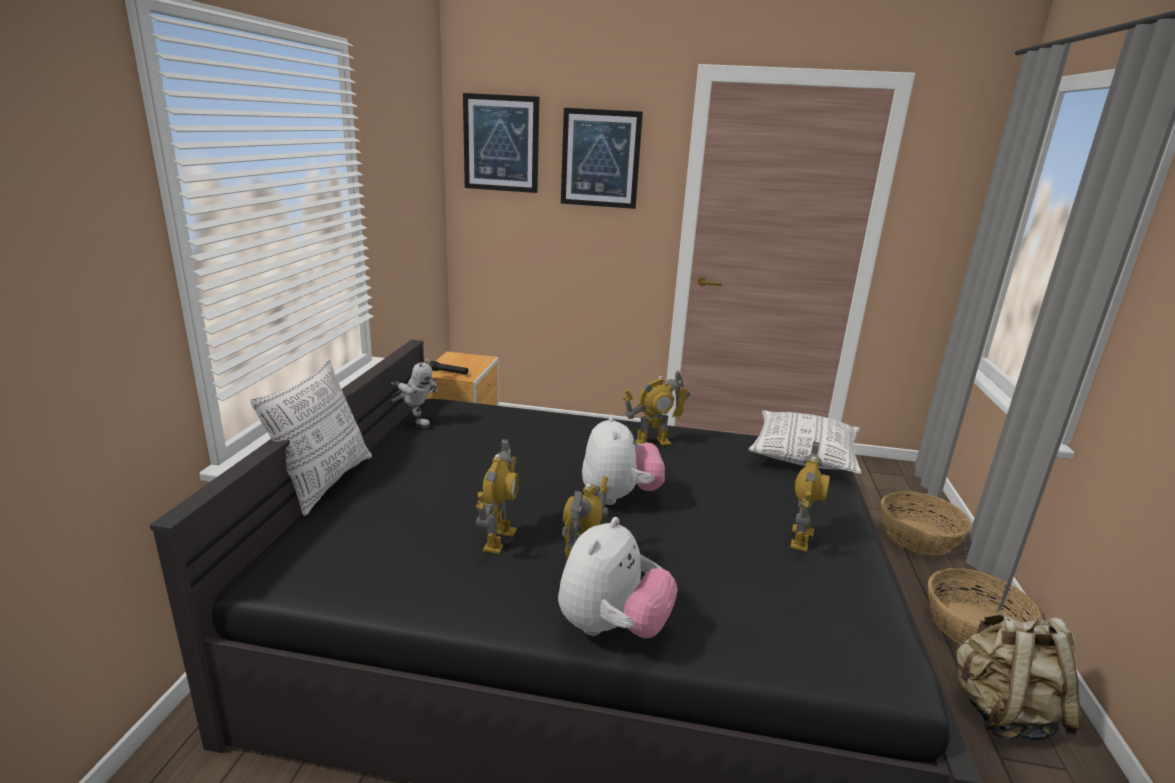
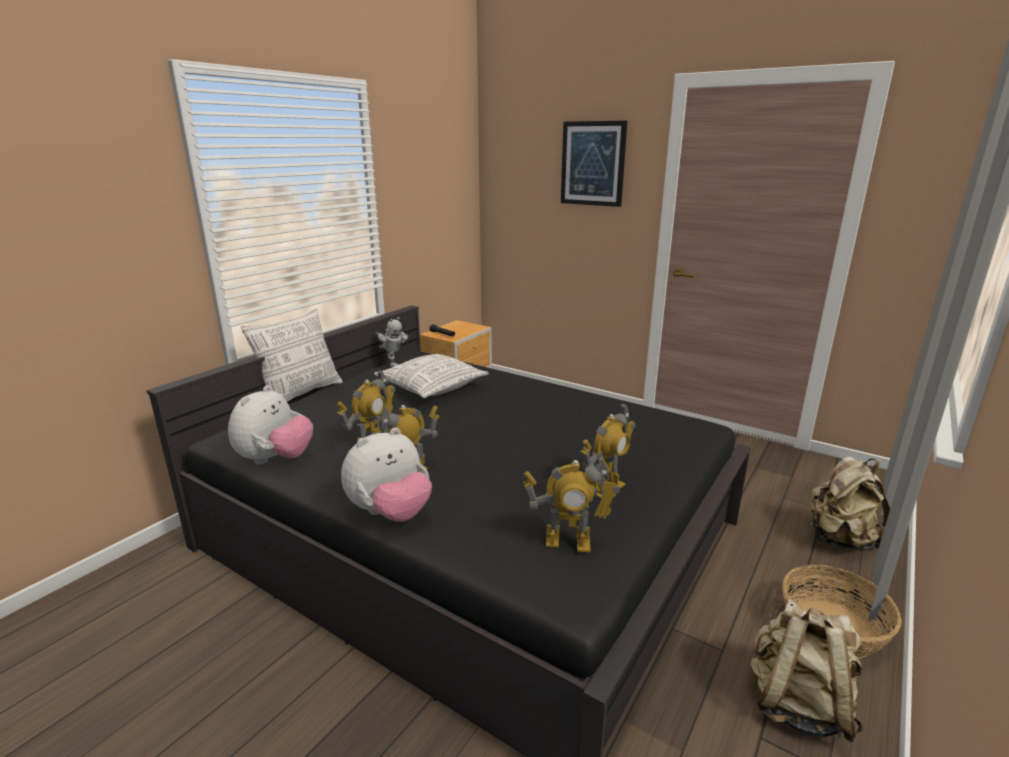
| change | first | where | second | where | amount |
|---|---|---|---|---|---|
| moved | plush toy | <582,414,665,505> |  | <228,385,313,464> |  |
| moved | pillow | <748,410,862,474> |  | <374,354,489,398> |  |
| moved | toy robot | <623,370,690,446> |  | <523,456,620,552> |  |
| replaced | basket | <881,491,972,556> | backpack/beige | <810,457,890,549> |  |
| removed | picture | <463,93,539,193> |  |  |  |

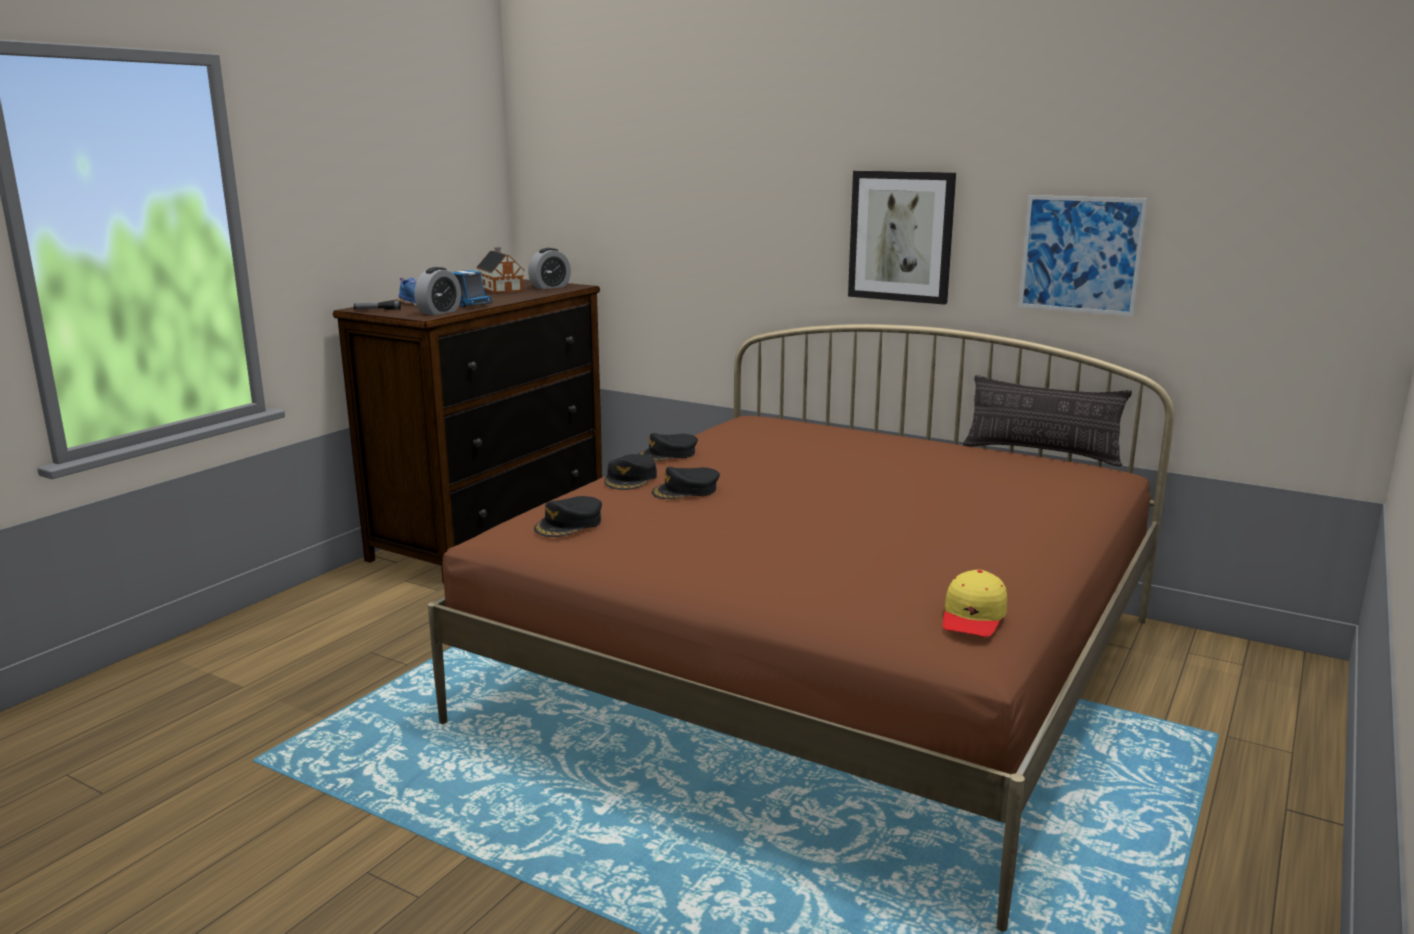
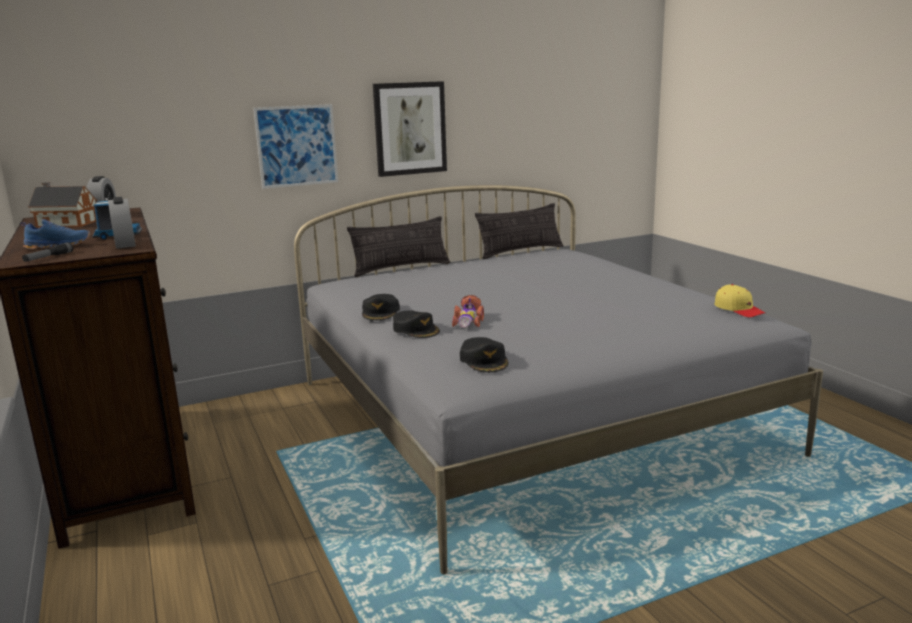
| change | first | where | second | where | amount |
|---|---|---|---|---|---|
| moved | picture | <1019,195,1148,316> |  | <253,104,338,189> |  |
| recoloured | bed/brown | <428,324,1174,932> | bed/grey | <294,185,823,574> |  |
| added |  |  | pillow | <347,216,450,277> |  |
| replaced | cap/black | <652,467,720,499> | toy car | <452,295,484,328> |  |

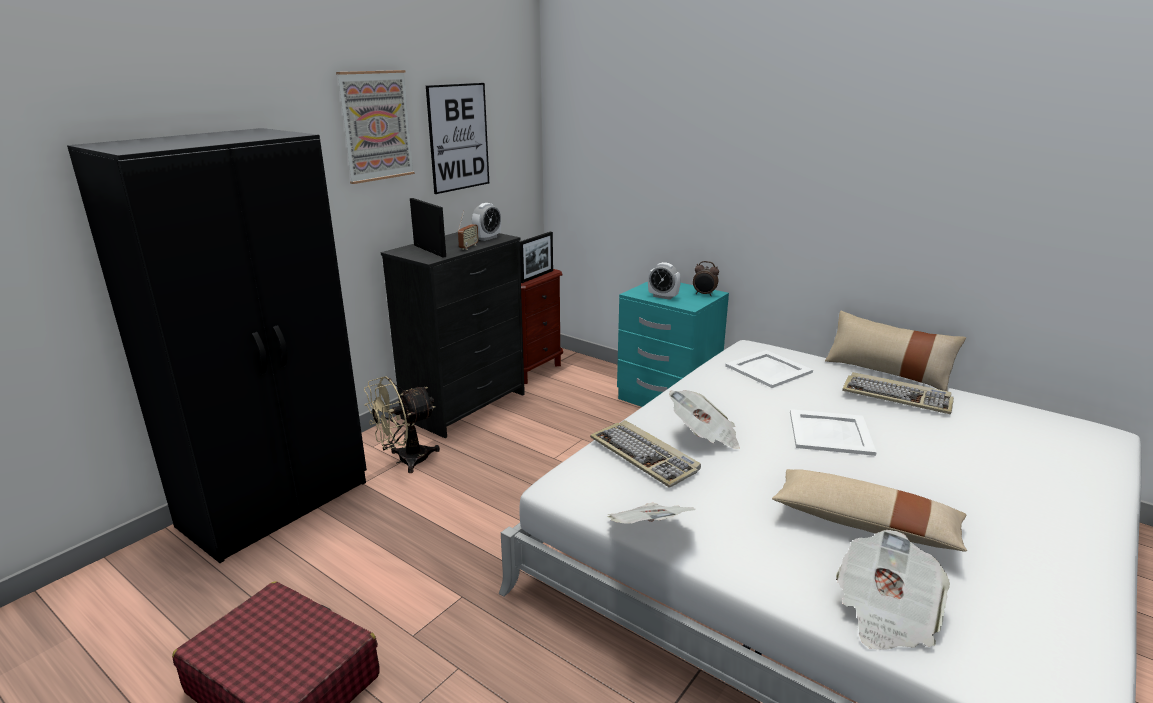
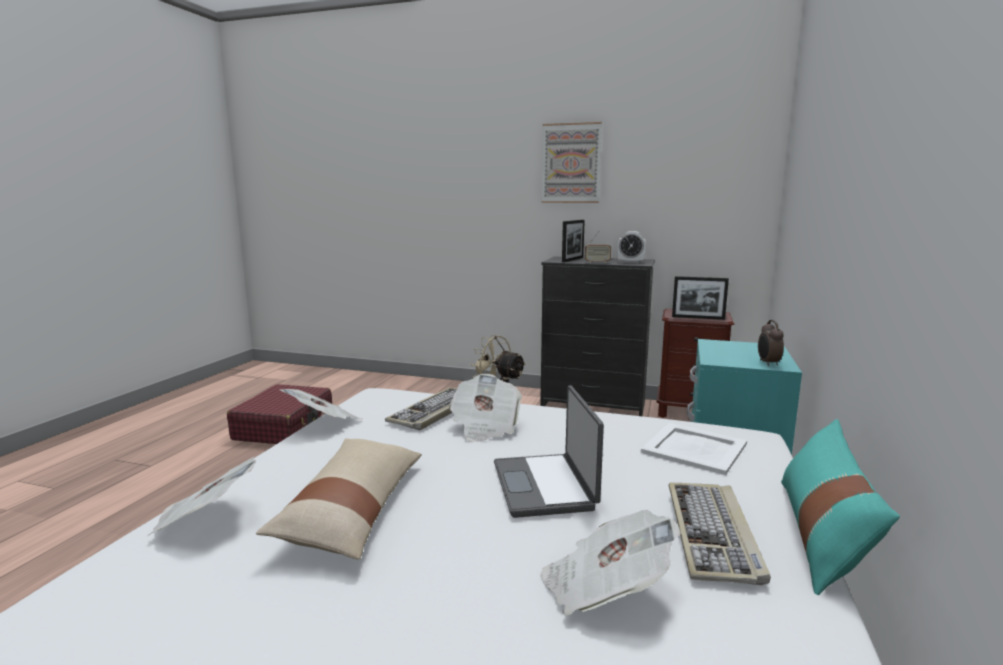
| change | first | where | second | where | amount |
|---|---|---|---|---|---|
| replaced | tray/white | <790,409,877,456> | laptop | <494,385,604,518> |  |
| added |  |  | newspaper | <540,510,681,616> |  |
| recoloured | pillow/beige | <825,310,966,391> | pillow/turquoise | <781,419,900,595> |  |
| removed | wardrobe/black | <67,128,367,563> |  |  |  |
| removed | picture | <426,83,489,194> |  |  |  |
| removed | alarm clock | <648,262,681,300> |  |  |  |

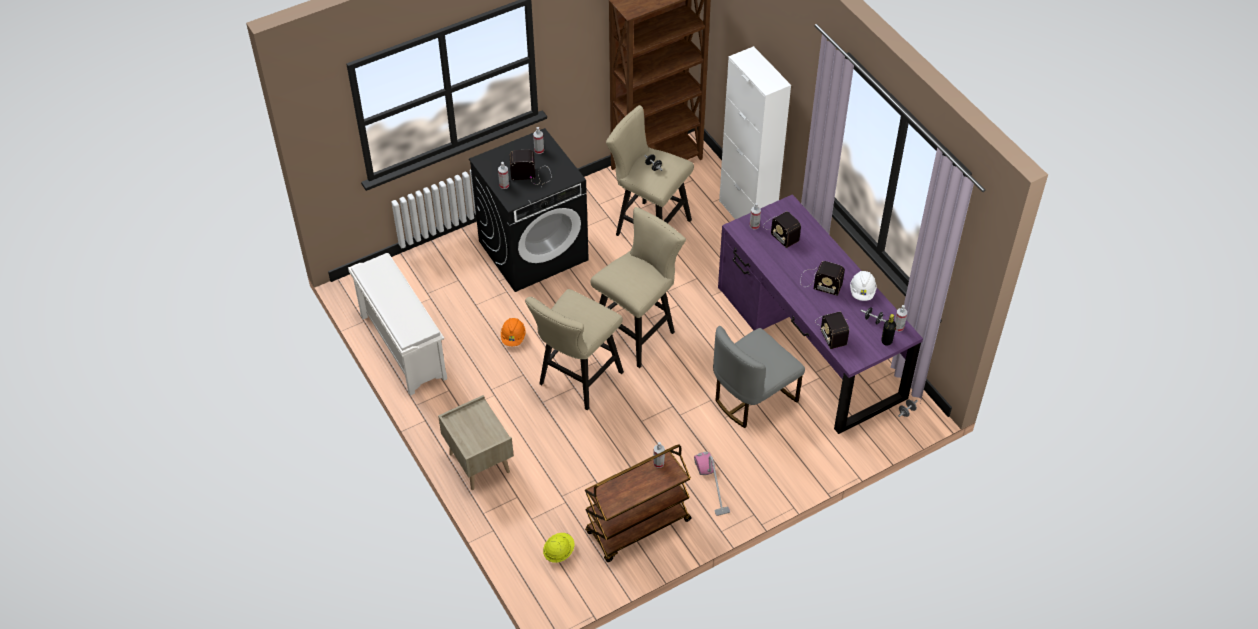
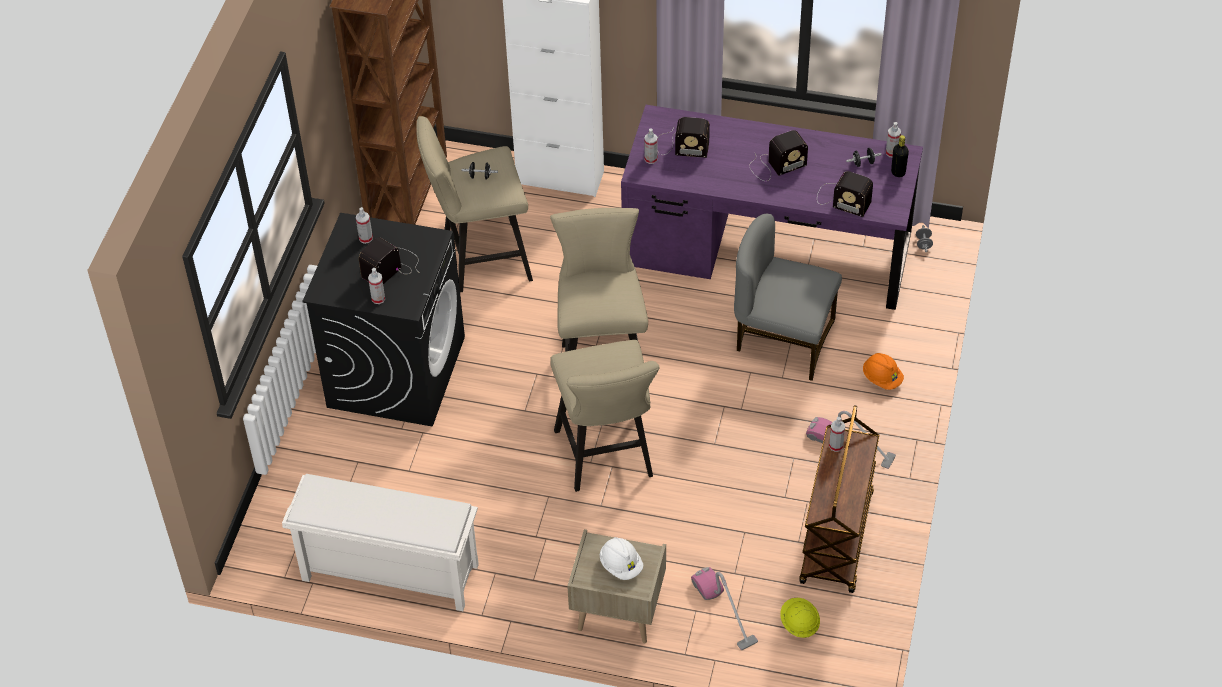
| change | first | where | second | where | amount |
|---|---|---|---|---|---|
| moved | hard hat/white | <850,271,877,301> |  | <600,537,643,580> |  |
| added |  |  | vacuum cleaner | <691,567,758,650> |  |
| turned | chair/grey | <713,326,805,428> |  | <734,214,842,381> | 105 degrees clockwise |
| moved | hard hat/orange | <501,318,526,346> |  | <863,353,904,390> |  |

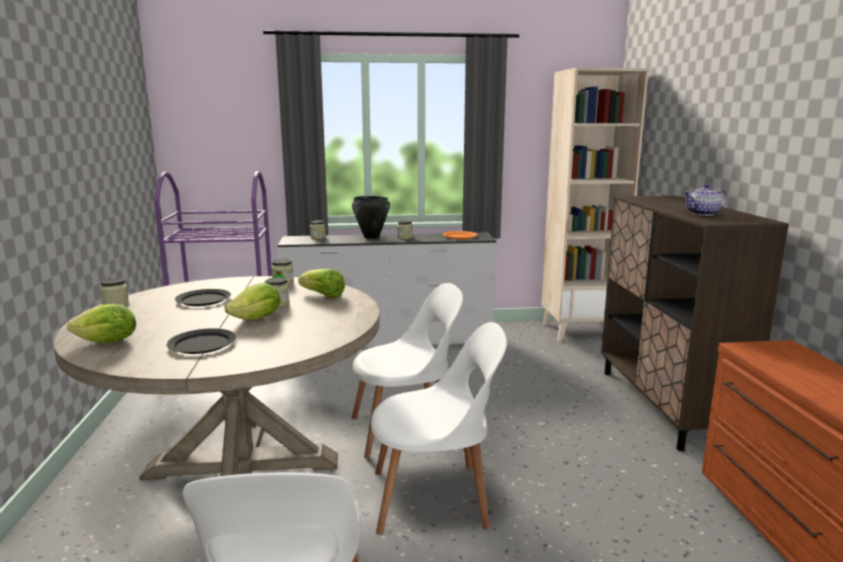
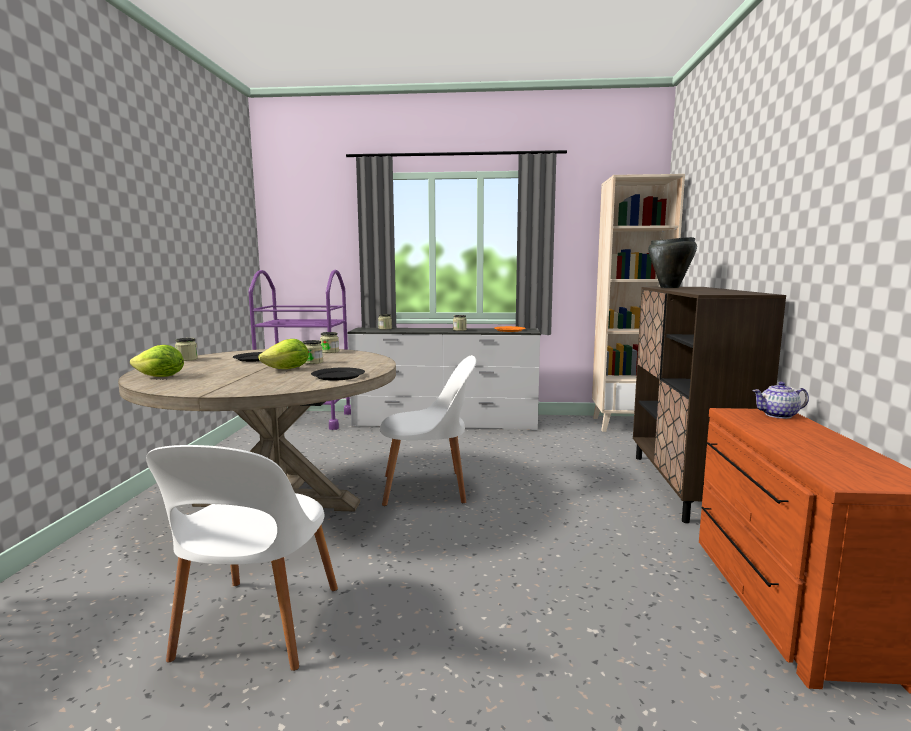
| change | first | where | second | where | amount |
|---|---|---|---|---|---|
| moved | plate/black | <167,328,236,354> |  | <311,367,365,381> |  |
| moved | cooking pot/black | <352,196,390,239> |  | <648,237,697,288> |  |
| moved | teapot | <683,184,727,216> |  | <752,382,809,419> |  |
| removed | lettuce | <298,269,345,298> |  |  |  |
| removed | chair/white | <371,322,507,535> |  |  |  |

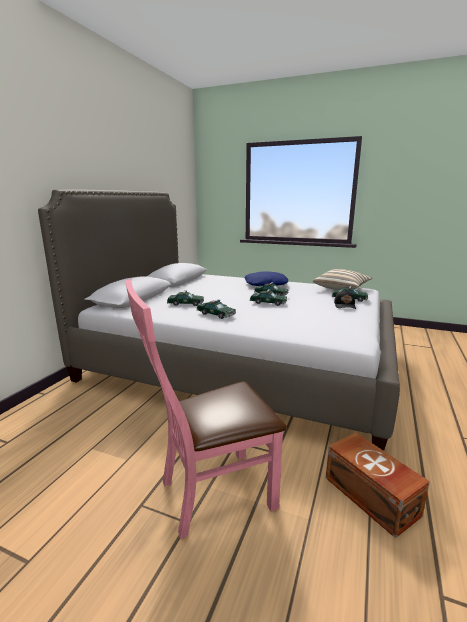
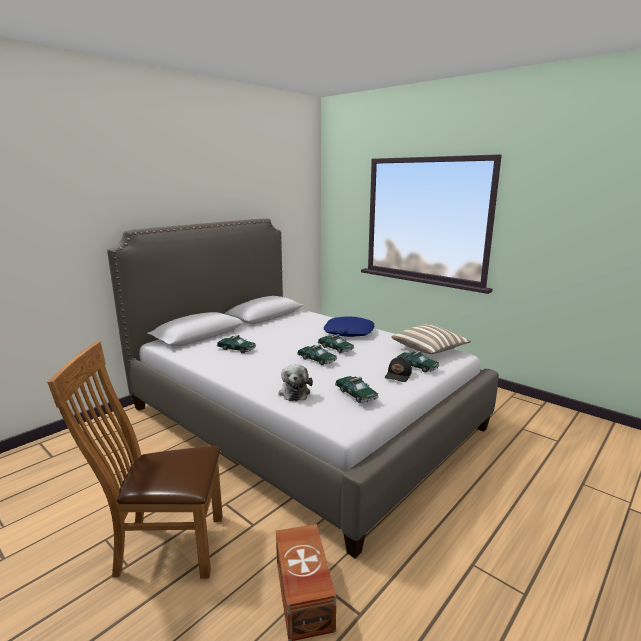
| change | first | where | second | where | amount |
|---|---|---|---|---|---|
| recoloured | chair/pink | <125,279,287,539> | chair/brown | <47,342,223,579> |  |
| added |  |  | plush toy | <279,364,313,401> |  |
| moved | toy car | <197,300,236,319> |  | <335,376,379,403> |  |

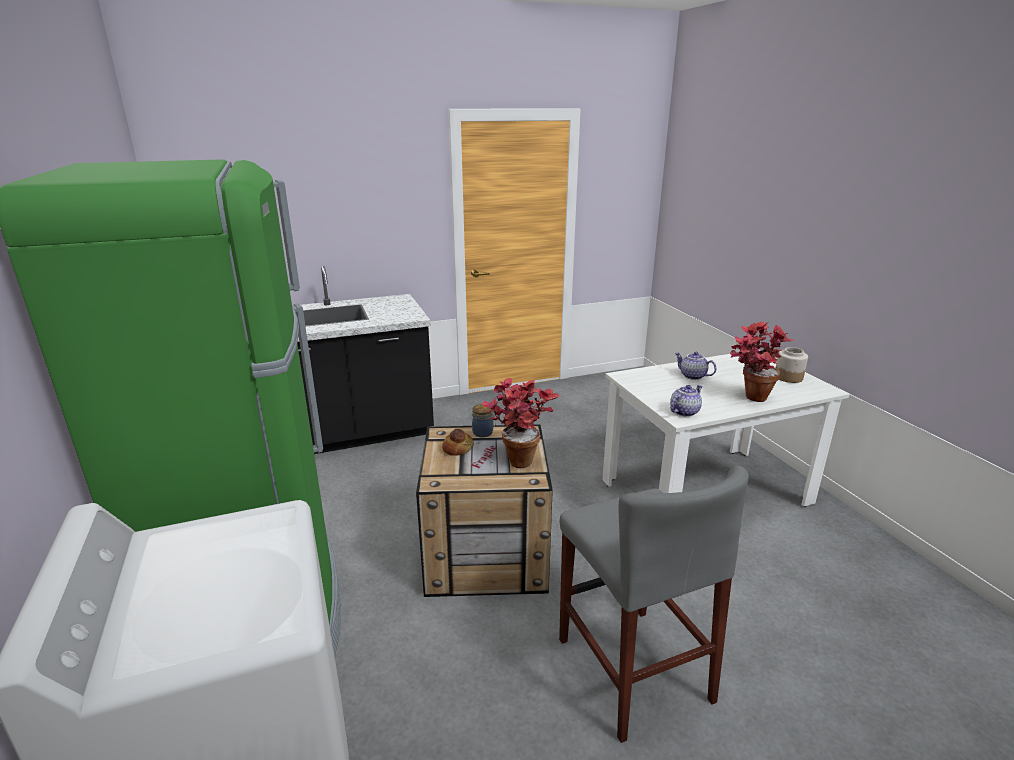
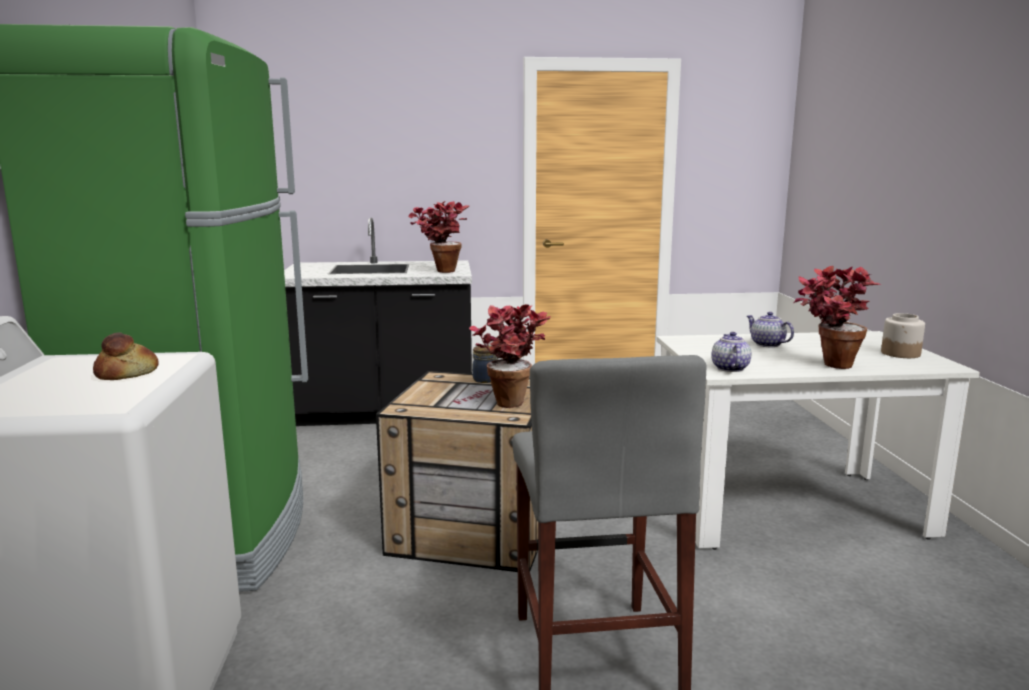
| change | first | where | second | where | amount |
|---|---|---|---|---|---|
| moved | bread | <442,428,474,456> |  | <93,332,159,380> |  |
| added |  |  | potted plant | <408,201,469,273> |  |
| turned | teapot | <670,385,702,417> |  | <711,332,751,372> | 60 degrees counterclockwise |

